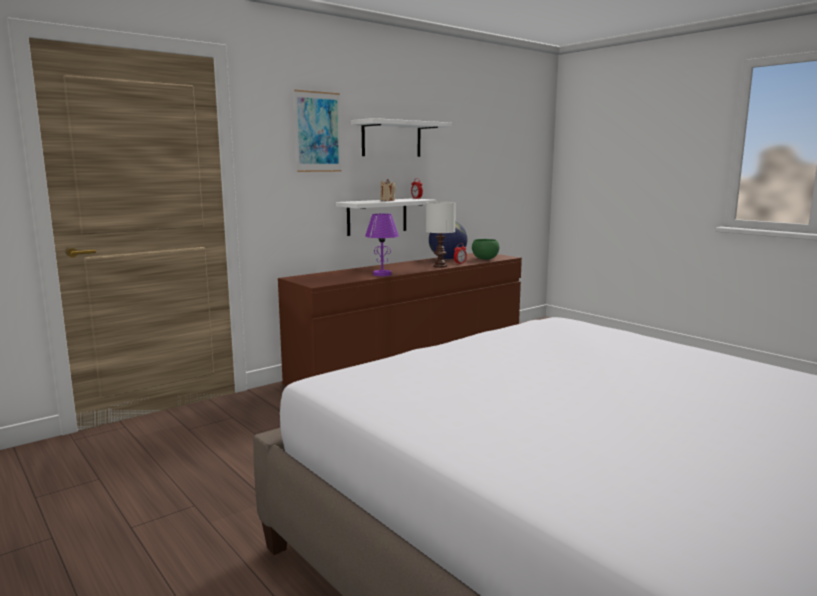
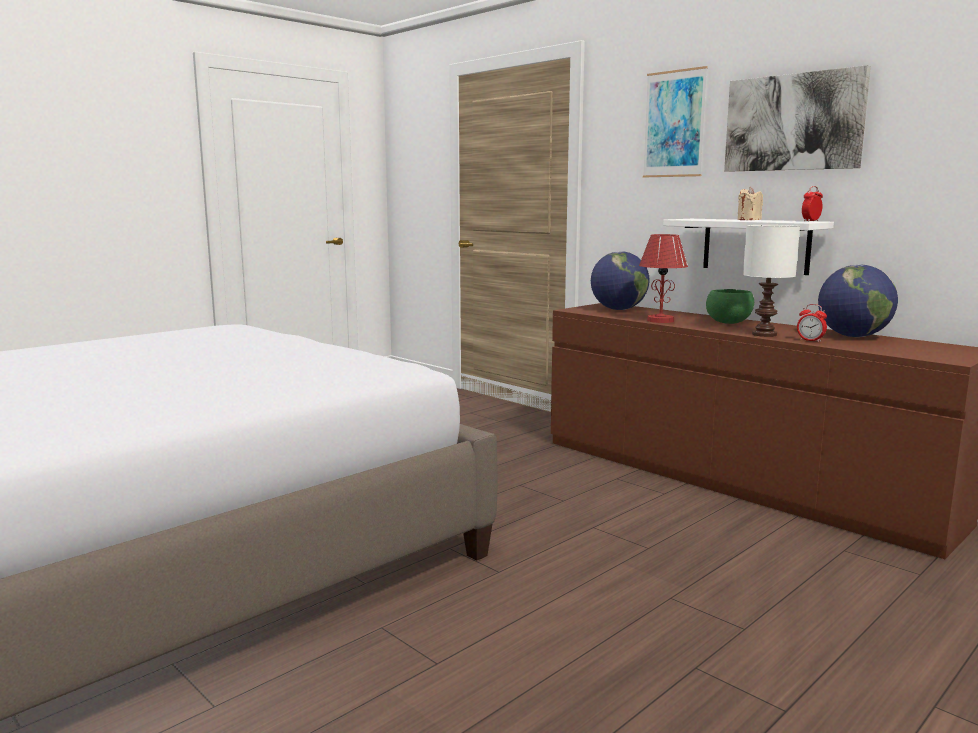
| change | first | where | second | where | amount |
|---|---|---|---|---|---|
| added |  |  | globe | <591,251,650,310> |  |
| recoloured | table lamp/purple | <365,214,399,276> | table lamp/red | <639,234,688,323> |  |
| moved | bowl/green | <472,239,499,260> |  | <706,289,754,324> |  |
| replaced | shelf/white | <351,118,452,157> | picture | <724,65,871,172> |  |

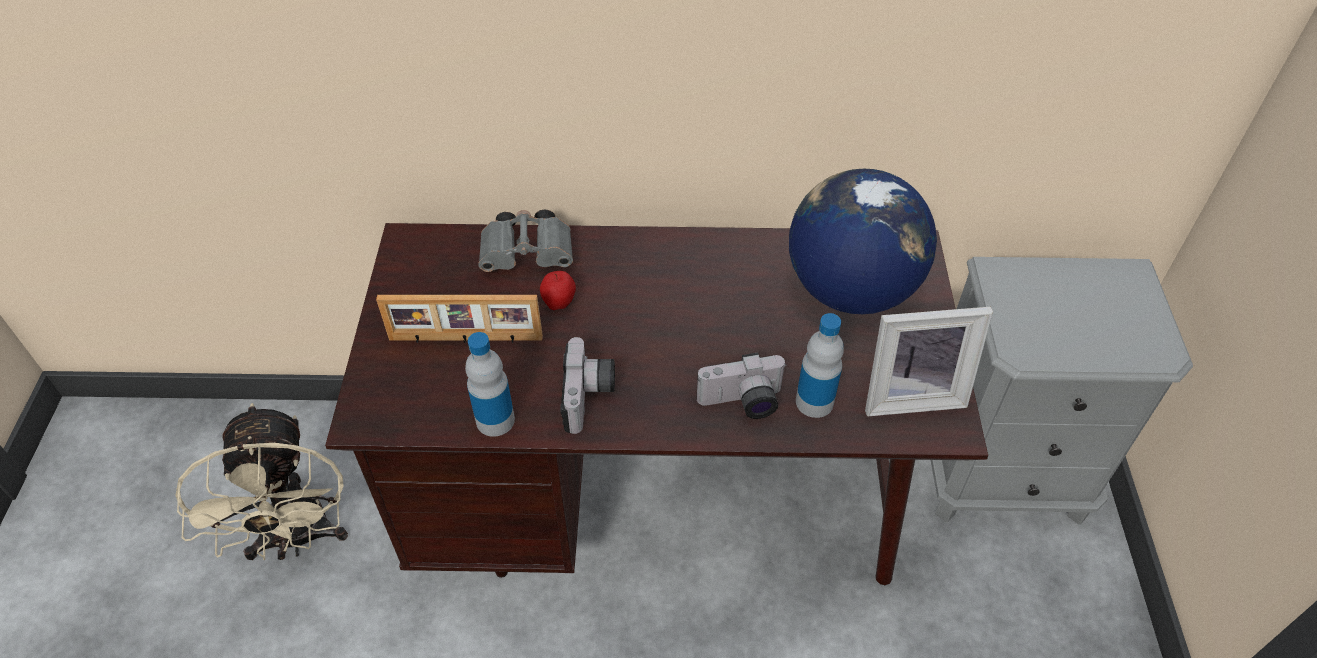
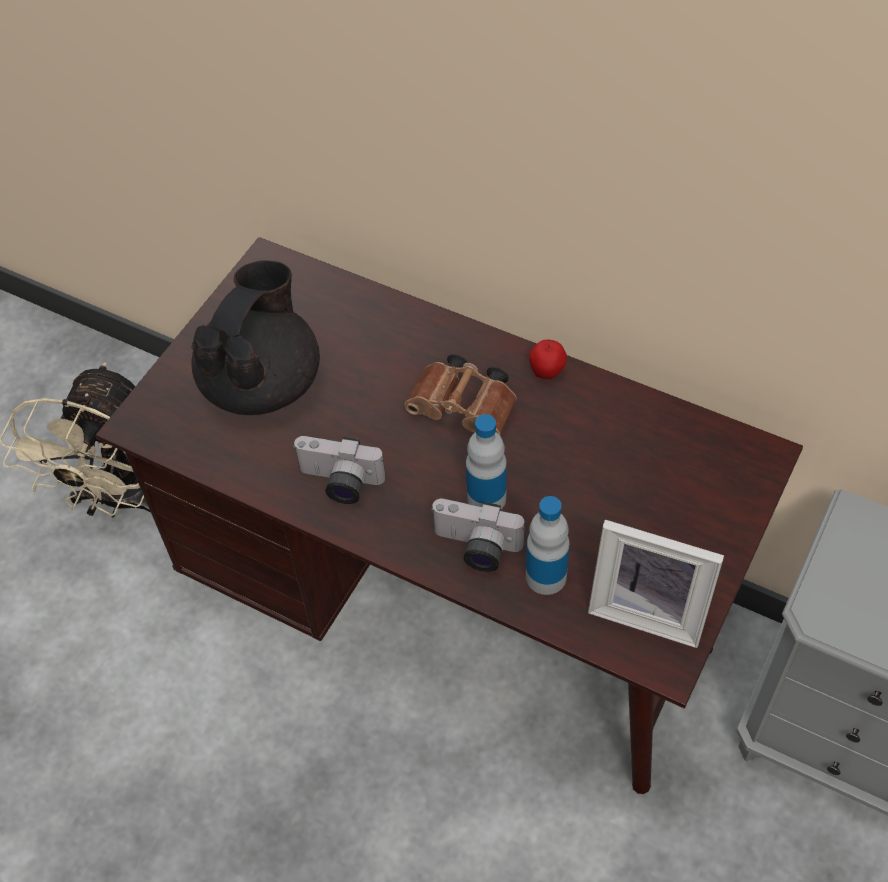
| change | first | where | second | where | amount |
|---|---|---|---|---|---|
| replaced | picture frame | <376,295,543,343> | teapot/black | <191,260,320,415> |  |
| turned | photo camera | <561,337,615,434> |  | <293,436,386,504> | 75 degrees clockwise |
| added |  |  | binoculars/brown | <404,354,517,435> |  |
| moved | bottle | <465,332,515,437> |  | <466,414,507,509> |  |
| moved | apple | <540,271,576,310> |  | <529,340,567,379> |  |
| removed | binoculars/grey | <479,209,573,272> |  |  |  |
| removed | globe | <789,169,937,314> |  |  |  |

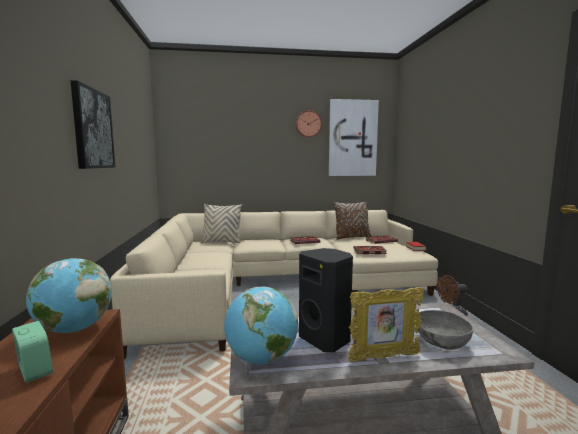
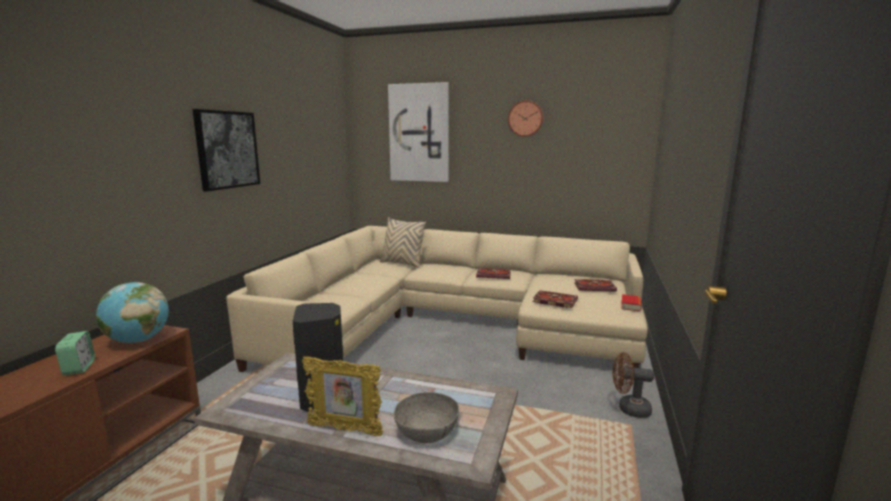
| change | first | where | second | where | amount |
|---|---|---|---|---|---|
| moved | picture | <329,99,379,176> |  | <388,82,449,182> |  |
| removed | globe | <224,287,298,364> |  |  |  |
| removed | pillow/brown | <333,201,372,240> |  |  |  |

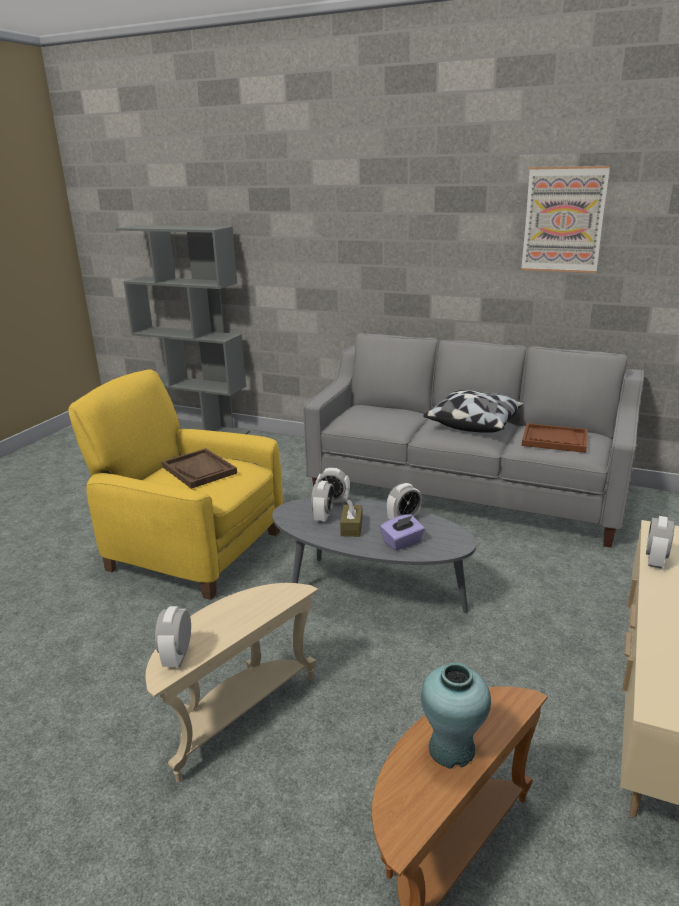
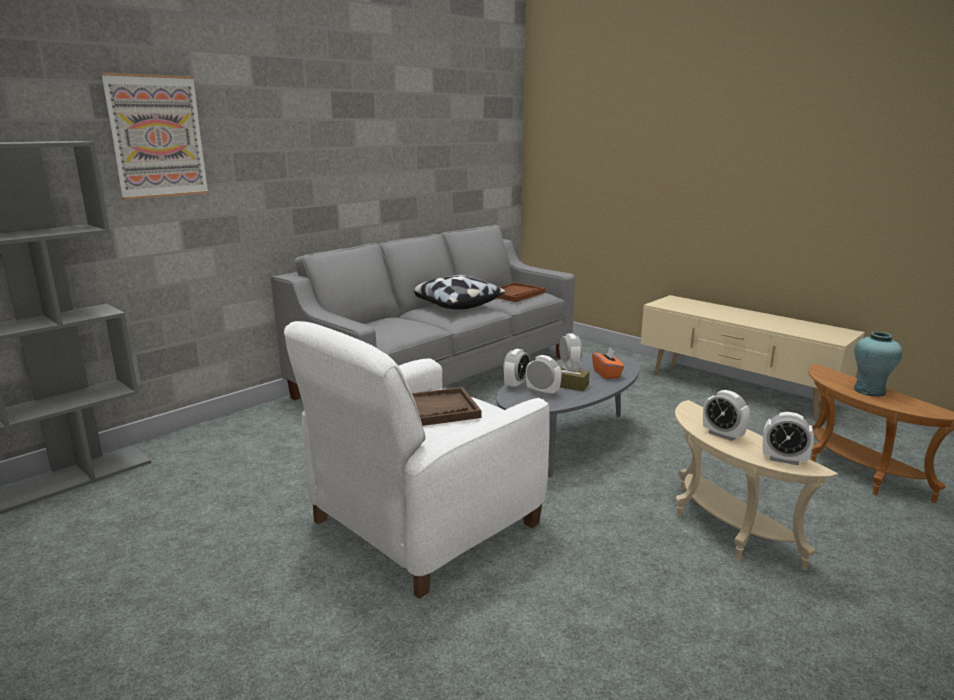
| change | first | where | second | where | amount |
|---|---|---|---|---|---|
| moved | picture | <521,166,610,273> |  | <101,72,209,200> |  |
| recoloured | armchair/yellow | <68,369,283,600> | armchair/white | <284,321,550,599> |  |
| recoloured | tissue box/purple | <380,514,425,551> | tissue box/orange | <592,347,624,379> |  |
| moved | alarm clock | <646,516,674,569> |  | <703,390,750,441> |  |

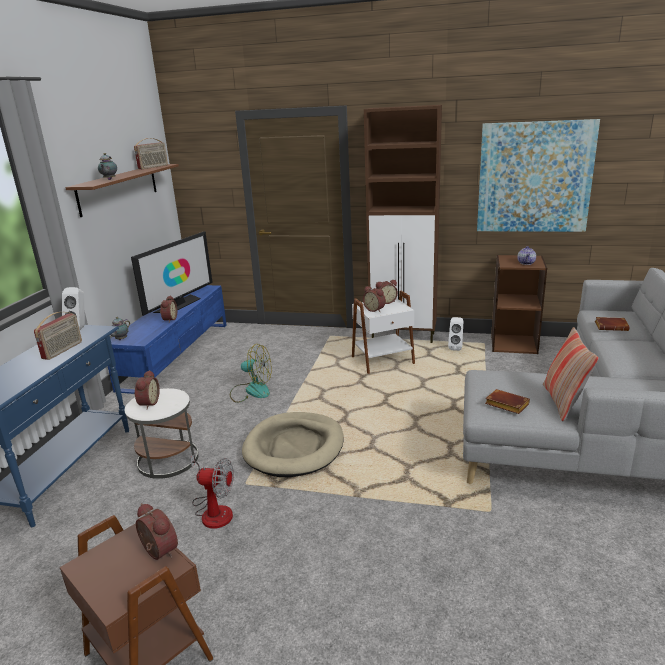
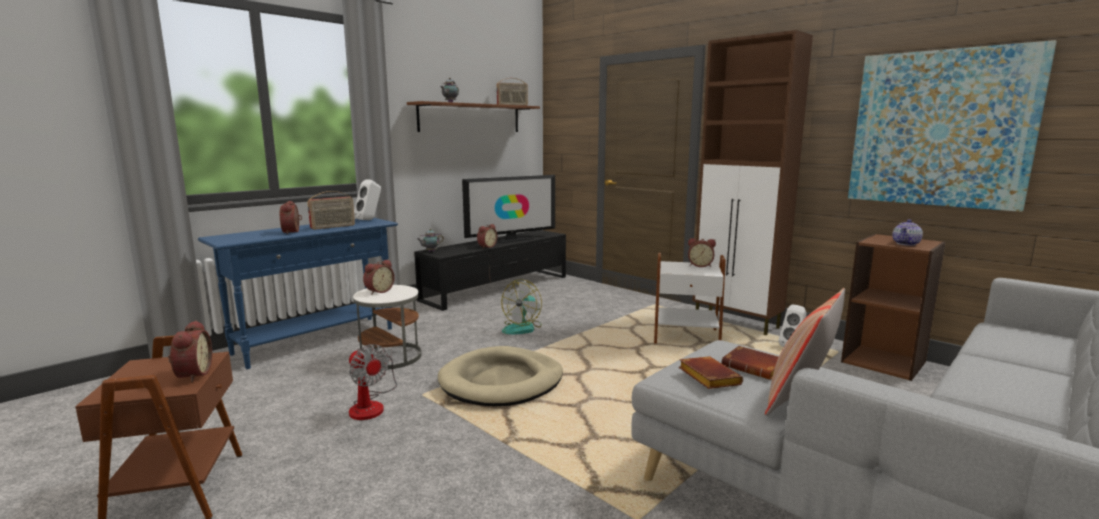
| change | first | where | second | where | amount |
|---|---|---|---|---|---|
| moved | alarm clock | <363,286,386,312> |  | <280,201,302,234> |  |
| recoloured | tv stand/blue | <108,285,227,394> | tv stand/black | <414,230,566,311> |  |
| turned | fan | <230,344,272,403> |  | <501,279,542,334> | 75 degrees clockwise |
| moved | book/brown | <595,317,629,331> |  | <722,346,779,380> |  |

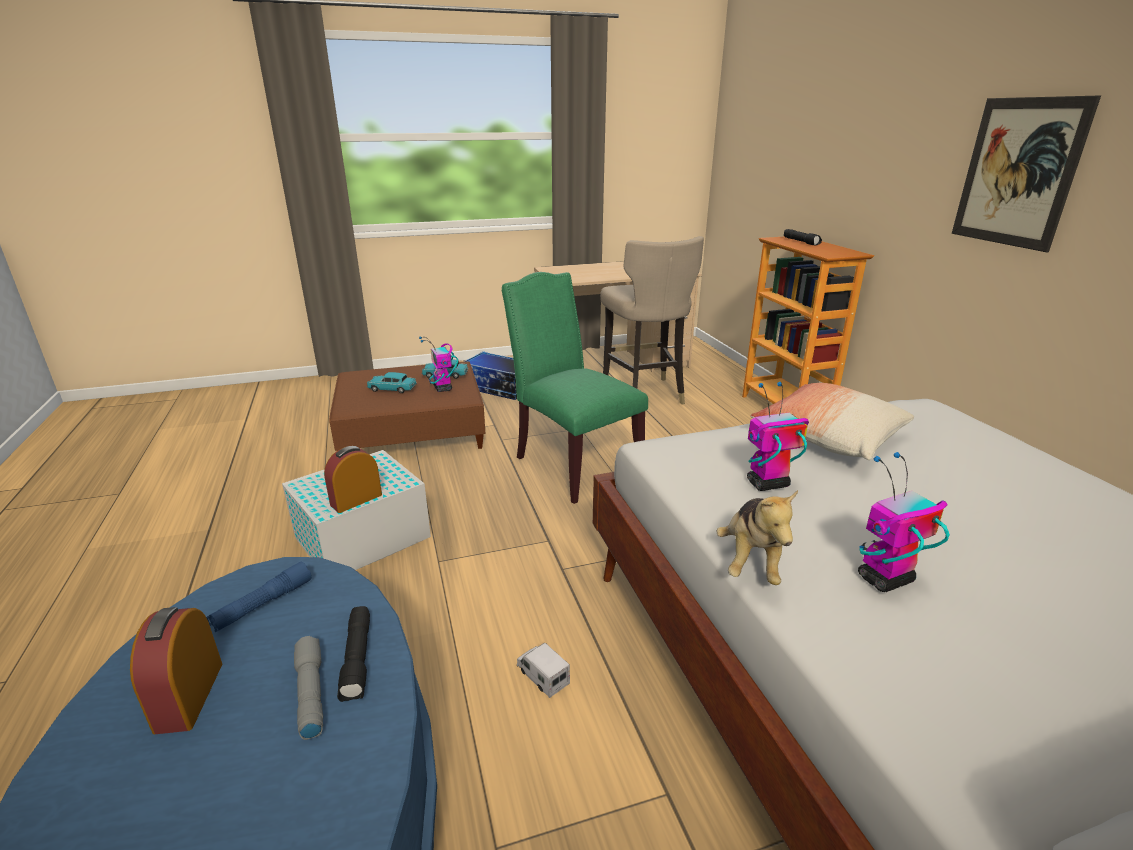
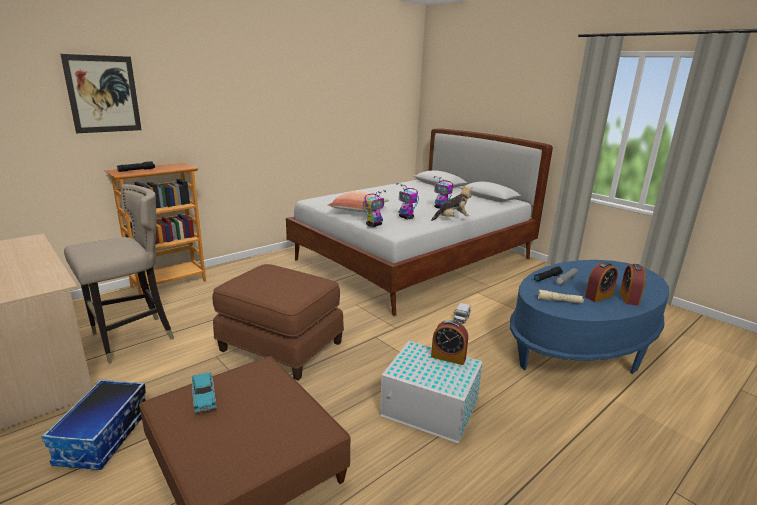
| change | first | where | second | where | amount |
|---|---|---|---|---|---|
| moved | picture | <952,96,1101,252> |  | <60,54,142,133> |  |
| replaced | chair/green | <502,272,648,504> | ottoman/brown | <212,264,344,381> |  |
| moved | toy robot | <419,336,458,392> |  | <363,190,386,227> |  |
| recoloured | flashlight/blue | <206,562,312,632> | flashlight/beige | <538,290,584,303> |  |
| added |  |  | alarm clock | <620,264,646,306> |  |
| removed | toy car/turquoise | <367,372,417,393> |  |  |  |

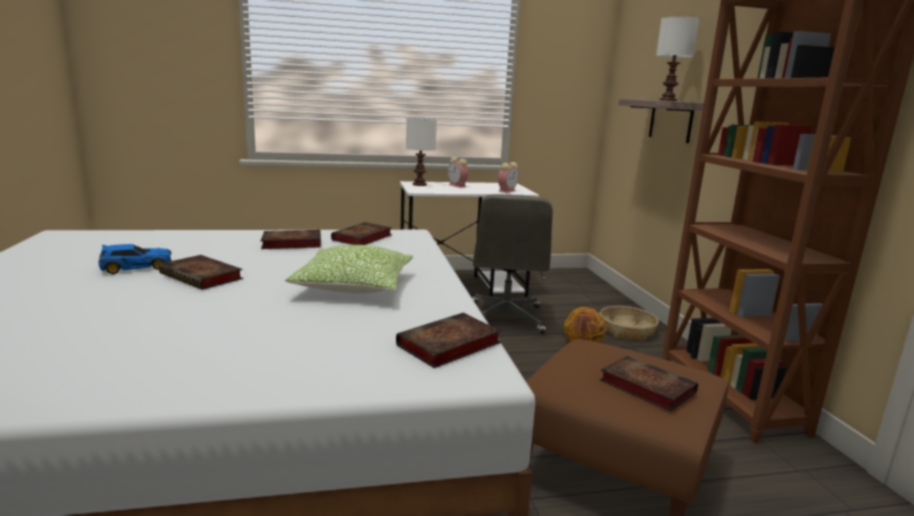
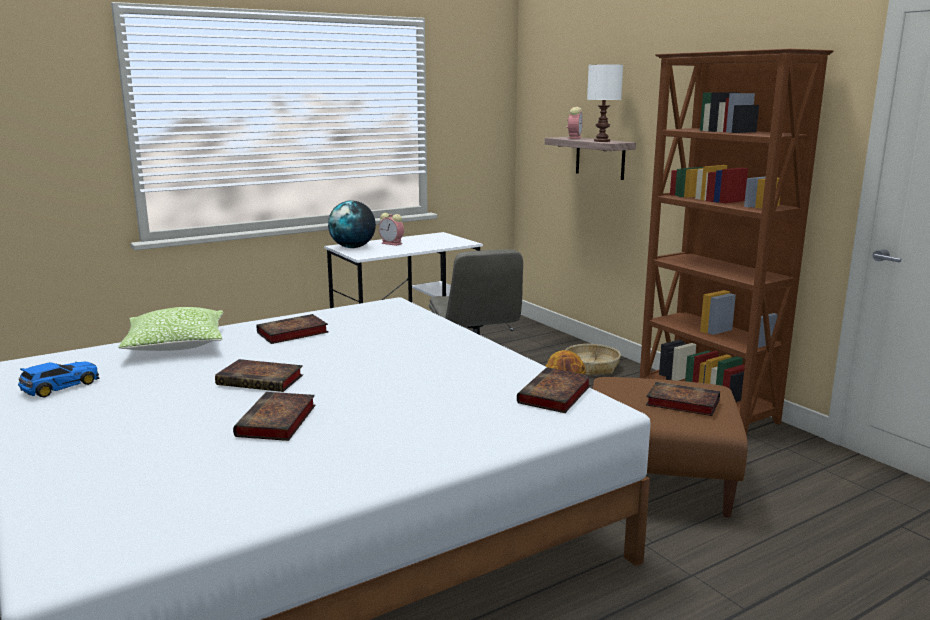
| change | first | where | second | where | amount |
|---|---|---|---|---|---|
| moved | toy car | <98,244,171,274> |  | <18,362,100,398> |  |
| moved | pillow | <285,245,413,293> |  | <118,307,223,351> |  |
| moved | book | <331,222,392,245> |  | <233,392,316,441> |  |
| replaced | table lamp/white | <406,118,437,186> | globe | <328,201,376,248> |  |
| moved | alarm clock | <498,162,519,193> |  | <567,107,583,139> |  |

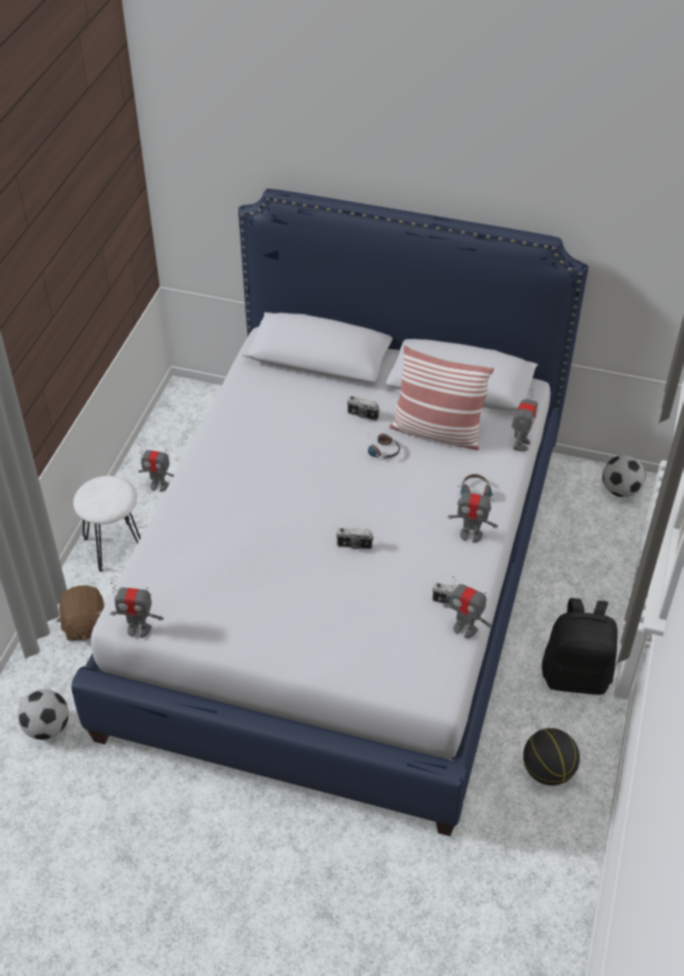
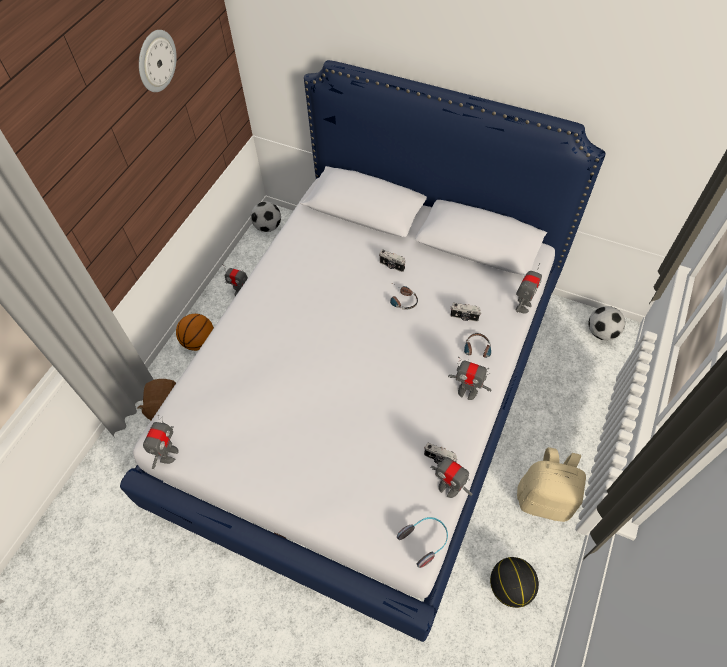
| change | first | where | second | where | amount |
|---|---|---|---|---|---|
| added |  |  | wall clock | <139,30,177,92> |  |
| turned | toy robot | <110,582,164,638> |  | <143,415,179,469> | 90 degrees counterclockwise |
| replaced | stool/white | <73,476,141,572> | basketball | <176,314,214,351> |  |
| moved | football | <17,689,69,740> |  | <251,201,281,232> |  |
| added |  |  | headphones | <397,517,448,568> |  |
| moved | photo camera | <336,528,374,549> |  | <450,303,481,322> |  |
| recoloured | backpack/black | <542,598,618,695> | backpack/beige | <517,447,586,522> |  |
| removed | pillow | <389,345,494,450> |  |  |  |

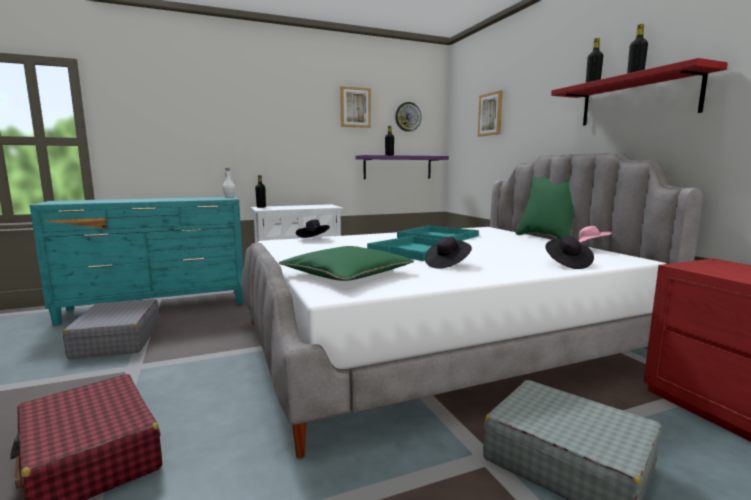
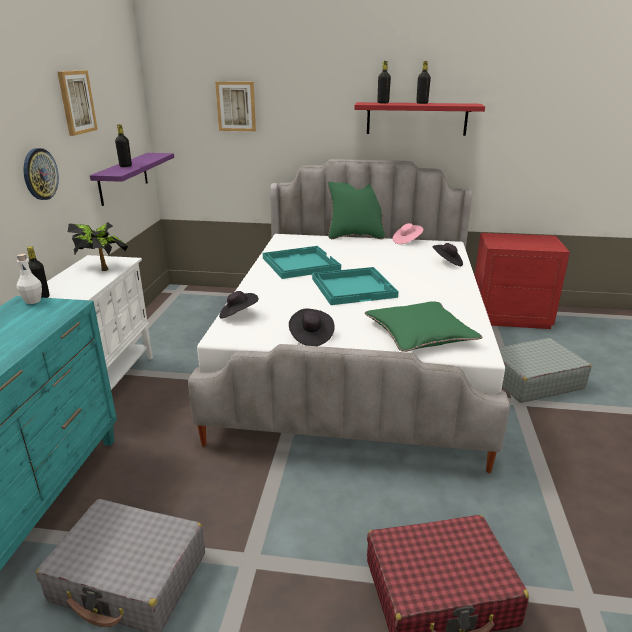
| change | first | where | second | where | amount |
|---|---|---|---|---|---|
| moved | wall clock | <395,102,422,132> |  | <23,148,59,200> |  |
| added |  |  | potted plant | <68,222,128,271> |  |
| moved | hat/black | <425,237,472,268> |  | <289,309,335,346> |  |

